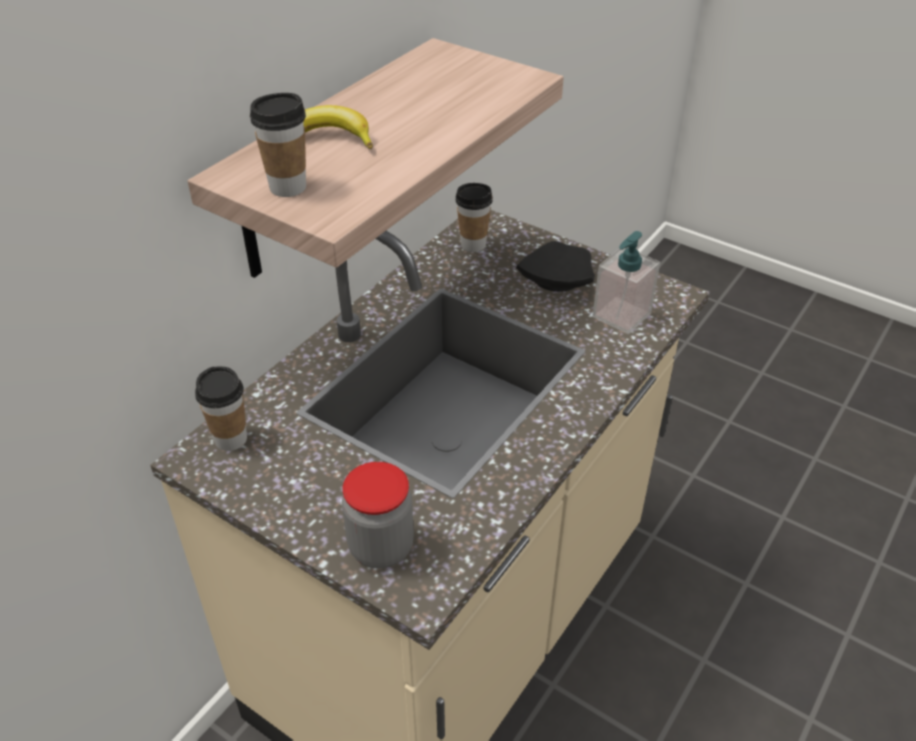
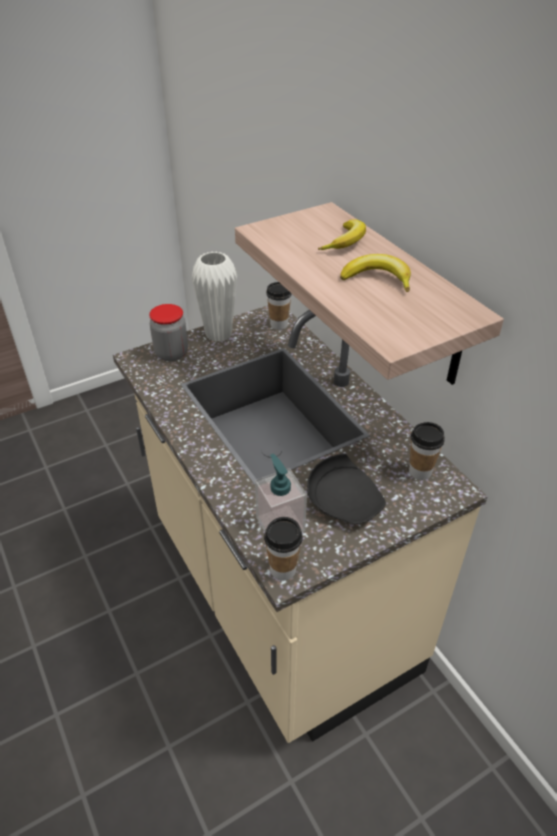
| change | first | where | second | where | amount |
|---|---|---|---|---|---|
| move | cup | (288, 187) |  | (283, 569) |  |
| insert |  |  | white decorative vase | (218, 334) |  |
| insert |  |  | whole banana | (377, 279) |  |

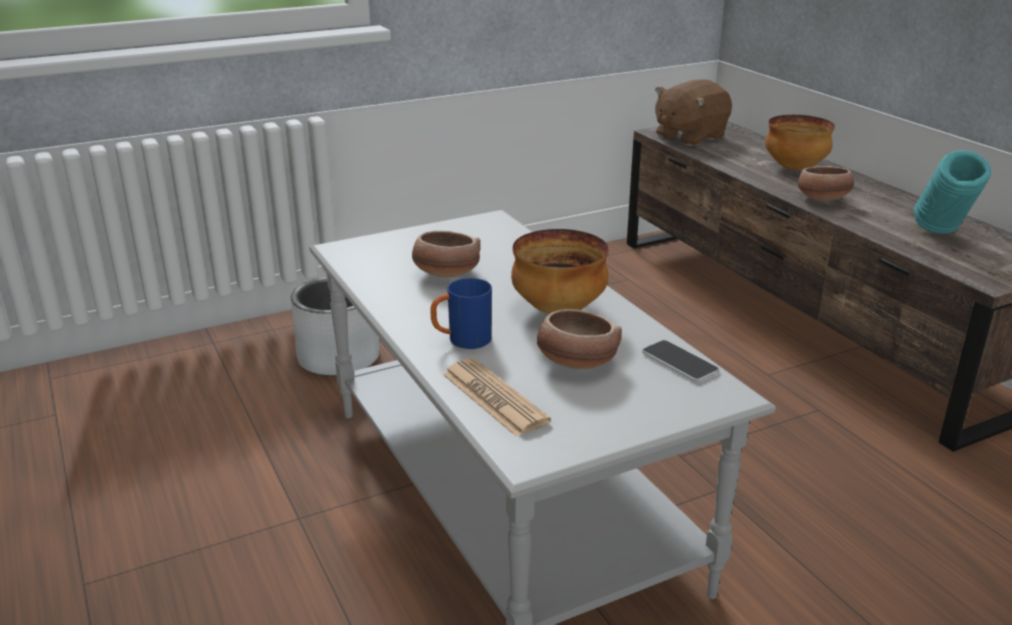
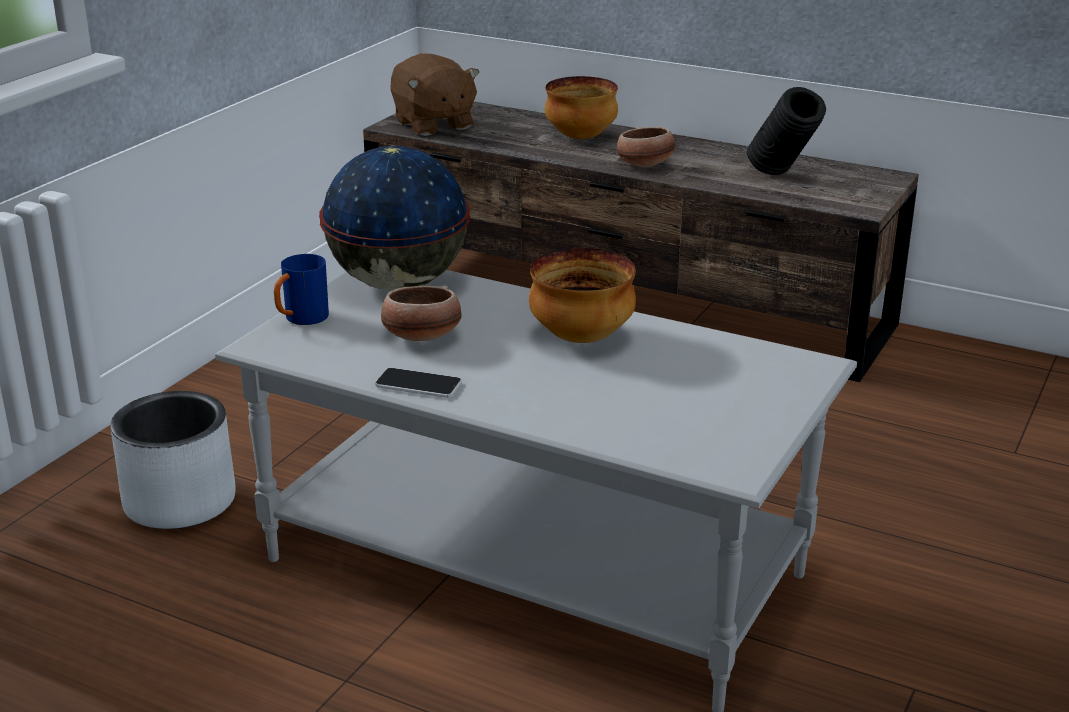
| change | first | where | second | where | amount |
|---|---|---|---|---|---|
| move | bluish tea mug | (461, 341) |  | (301, 320) |  |
| delete | printed paper | (494, 398) |  |  |  |
| delete | deep dish | (575, 363) |  |  |  |
| move | phone | (679, 362) |  | (418, 385) |  |
| rotate | brownish cuddly toy | (689, 137) |  | (433, 124) | 45 degrees counterclockwise |
| recolor | blue-green decorative vase | (940, 236) | black decorative vase | (781, 177) |  |
| insert |  |  | globe | (398, 283) |  |

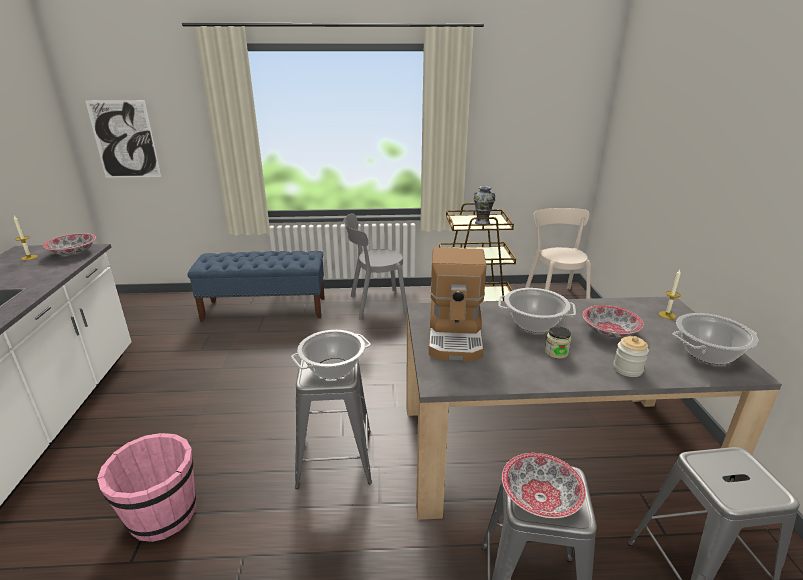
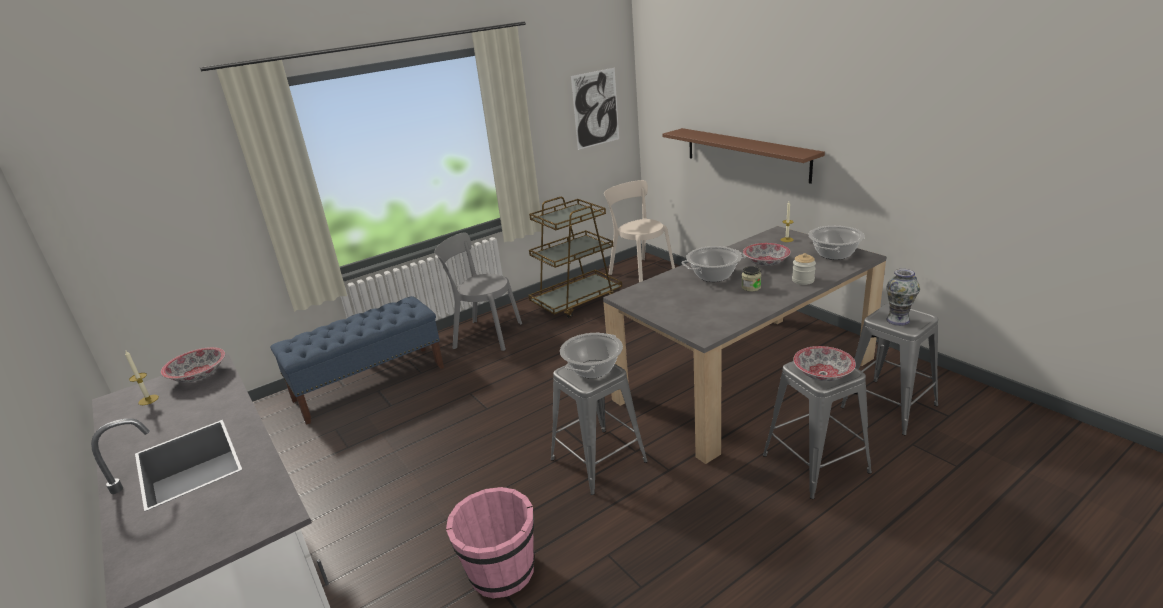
| change | first | where | second | where | amount |
|---|---|---|---|---|---|
| move | wall art | (124, 140) |  | (596, 108) |  |
| rotate | grey upright chair | (374, 304) |  | (484, 335) | 60 degrees clockwise |
| delete | coffee brewer | (456, 335) |  |  |  |
| move | decorative vase | (482, 223) |  | (897, 320) |  |
| insert |  |  | brownish shelf | (746, 154) |  |

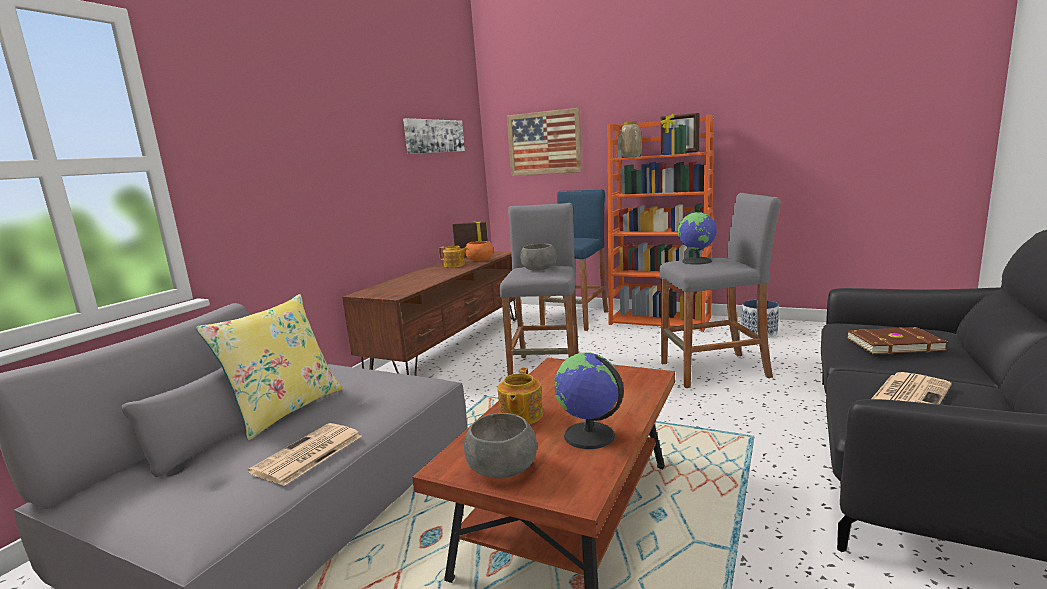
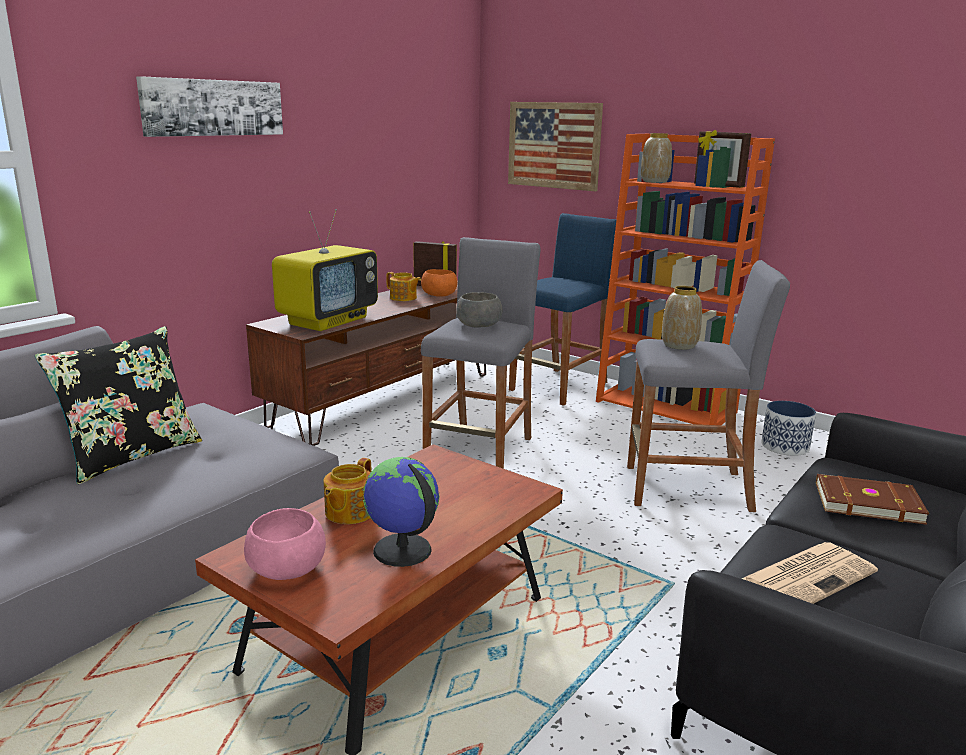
| change | first | where | second | where | amount |
|---|---|---|---|---|---|
| recolor | yellow-coloured throw pillow | (285, 410) | black throw pillow | (132, 455) |  |
| delete | printed paper | (307, 455) |  |  |  |
| move | wall art | (434, 136) |  | (213, 107) |  |
| recolor | grey deep dish | (501, 468) | pink deep dish | (286, 568) |  |
| replace | globe | (697, 261) | decorative vase | (679, 345) |  |
| insert |  |  | television | (328, 320) |  |

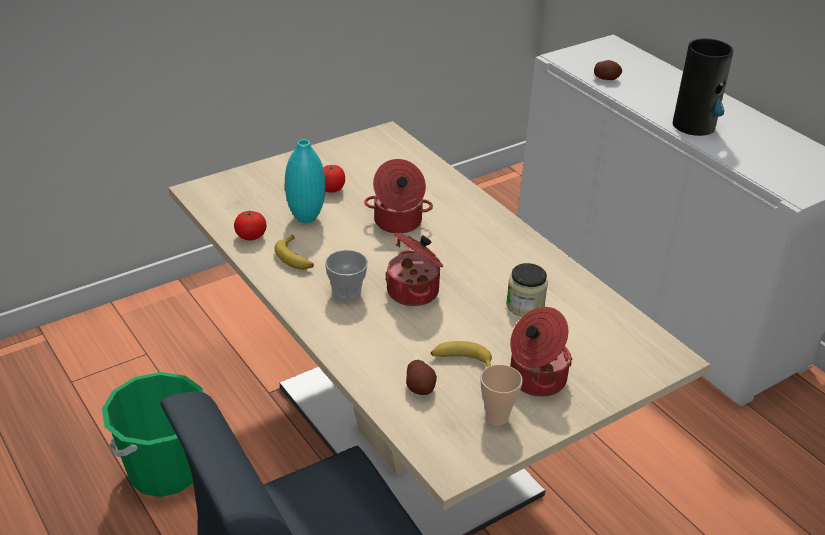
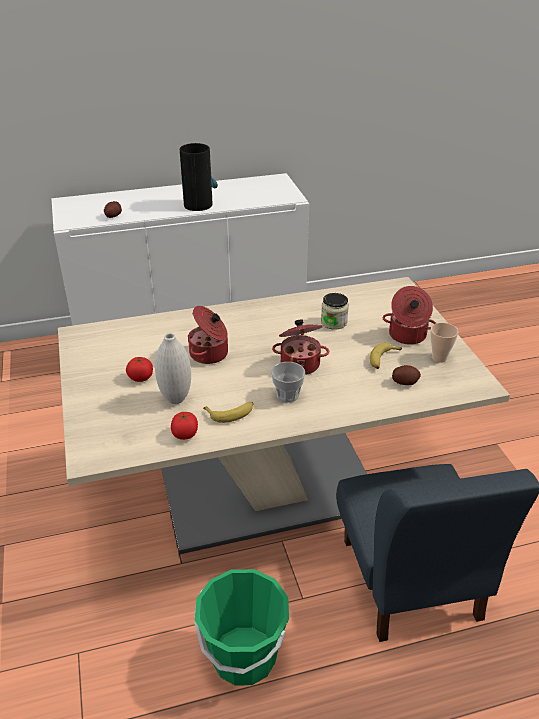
| change | first | where | second | where | amount |
|---|---|---|---|---|---|
| recolor | blue-green decorative vase | (306, 218) | white decorative vase | (176, 399) |  |

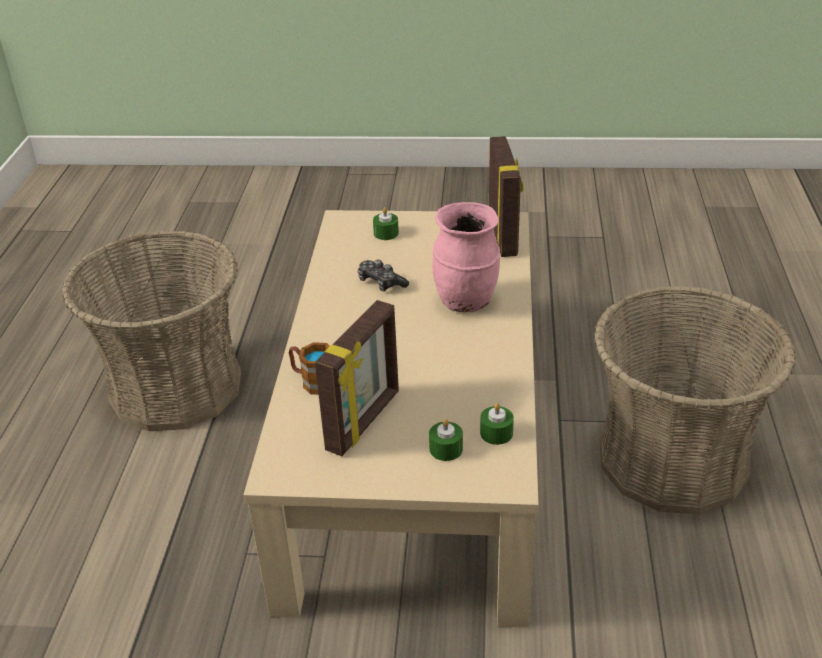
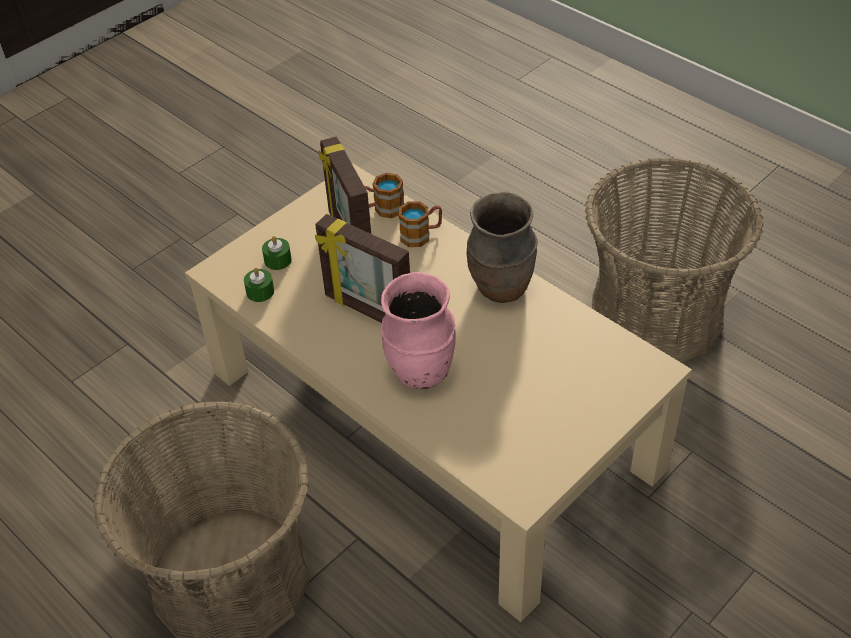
| change | first | where | second | where | amount |
|---|---|---|---|---|---|
| delete | game controller | (381, 283) |  |  |  |
| delete | greenish wax candle | (386, 233) |  |  |  |
| move | picture frame | (504, 235) |  | (367, 311) |  |
| insert |  |  | tea mug | (383, 209) |  |
| insert |  |  | brownish decorative vase | (501, 288) |  |

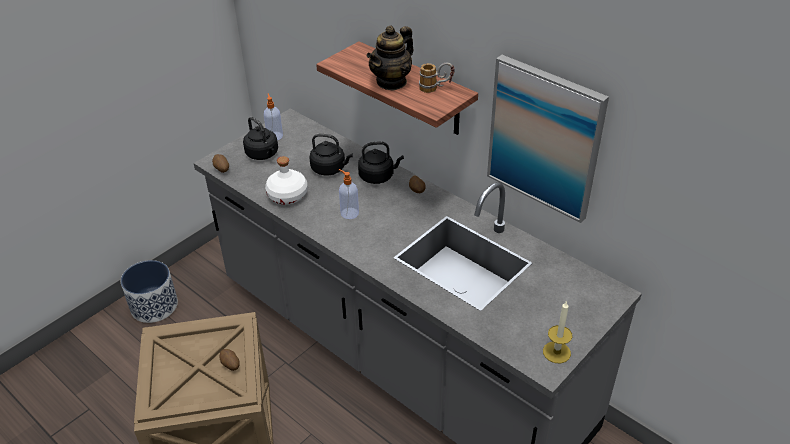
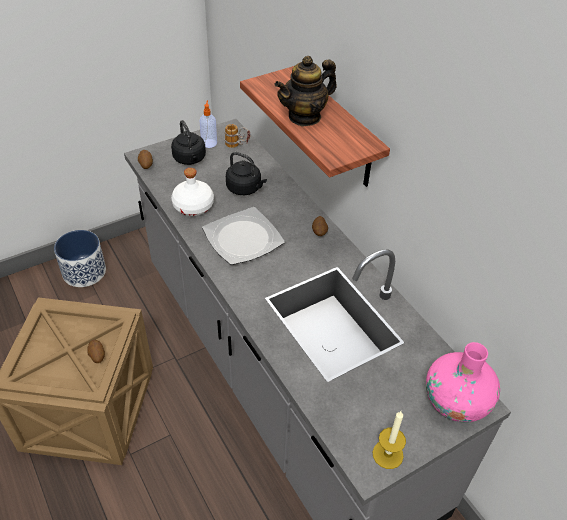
| change | first | where | second | where | amount |
|---|---|---|---|---|---|
| replace | liquid soap bottle | (349, 213) | dinner plate | (243, 239) |  |
| delete | black water kettle | (378, 176) |  |  |  |
| move | tea mug | (436, 89) |  | (238, 145) |  |
| delete | wall art | (544, 138) |  |  |  |
| insert |  |  | pink decorative vase | (455, 402) |  |

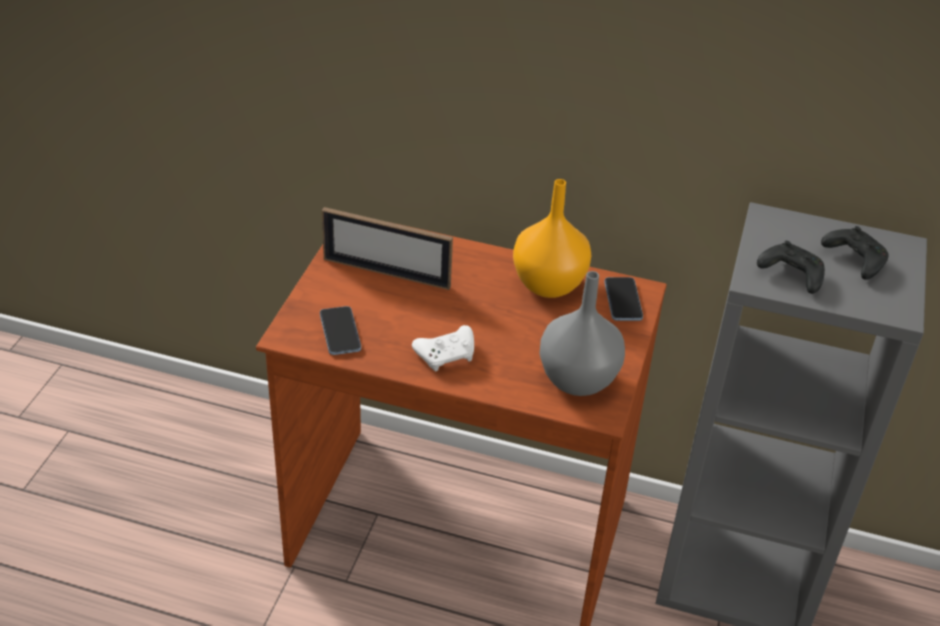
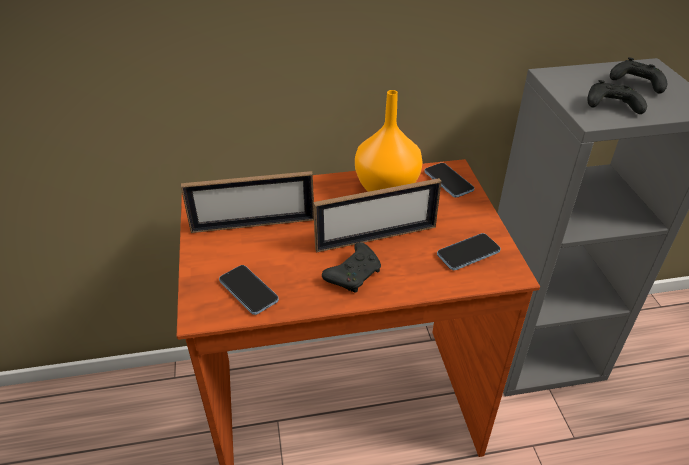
| change | first | where | second | where | amount |
|---|---|---|---|---|---|
| recolor | white game controller | (447, 355) | black game controller | (354, 274) |  |
| replace | grey decorative vase | (576, 379) | phone | (468, 253) |  |
| insert |  |  | picture frame | (376, 238) |  |

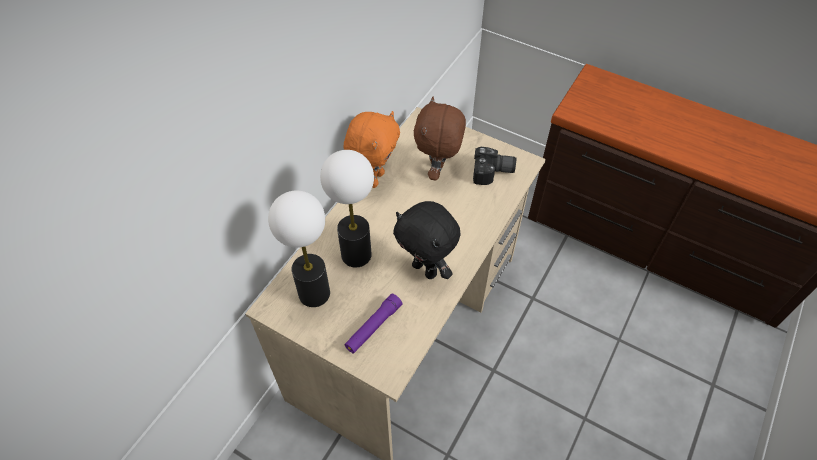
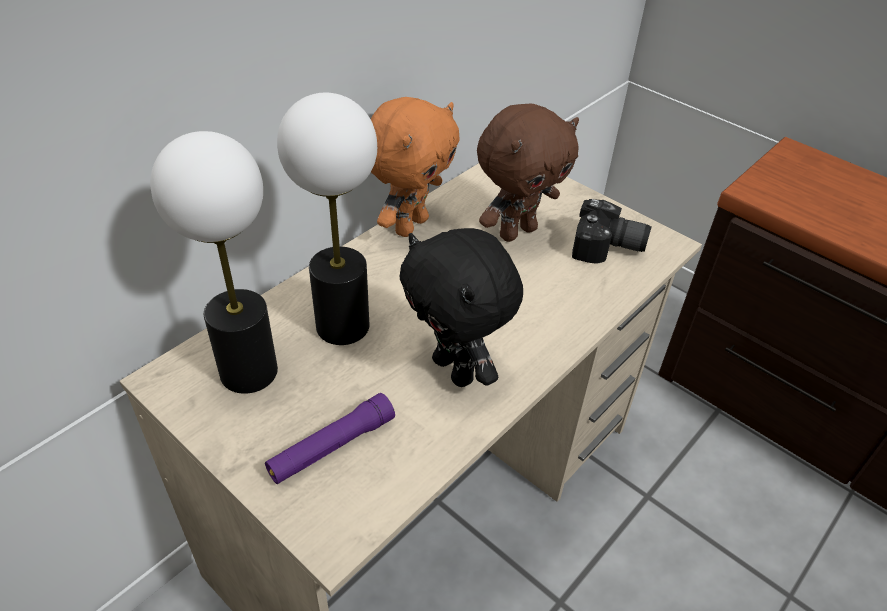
| change | first | where | second | where | amount |
|---|---|---|---|---|---|
| rotate | brownish cuddly toy | (438, 171) |  | (516, 231) | 150 degrees counterclockwise |

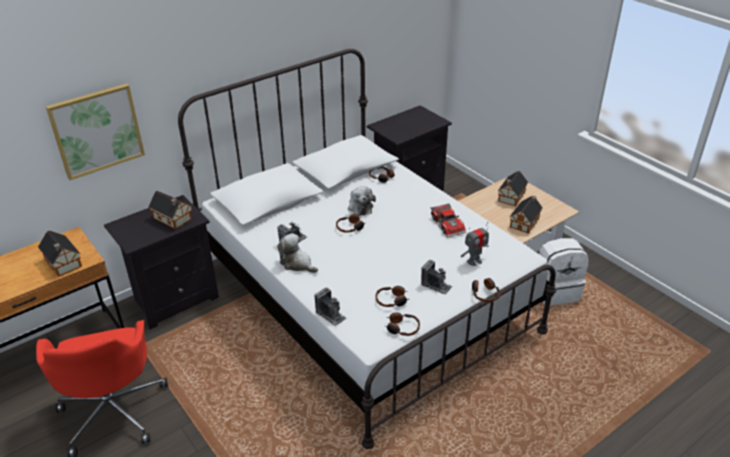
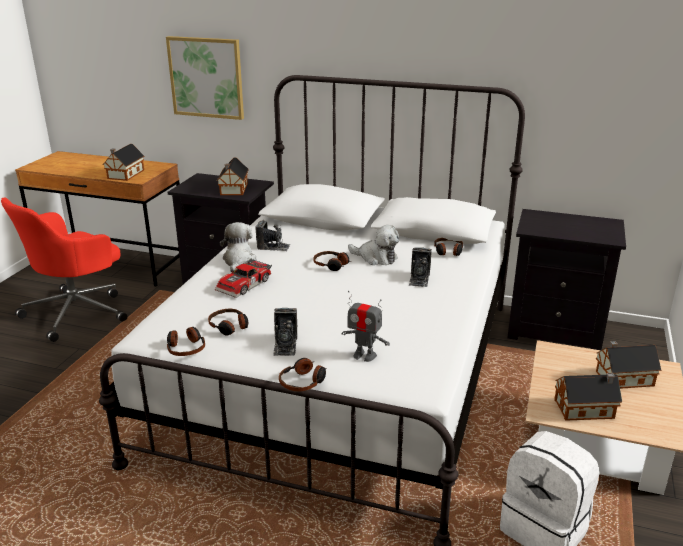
| change | first | where | second | where | amount |
|---|---|---|---|---|---|
| move | still camera | (330, 315) |  | (419, 279) |  |
| rotate | cuddly toy | (360, 206) |  | (376, 258) | 105 degrees counterclockwise |
| move | toy car | (448, 224) |  | (245, 285) |  |

